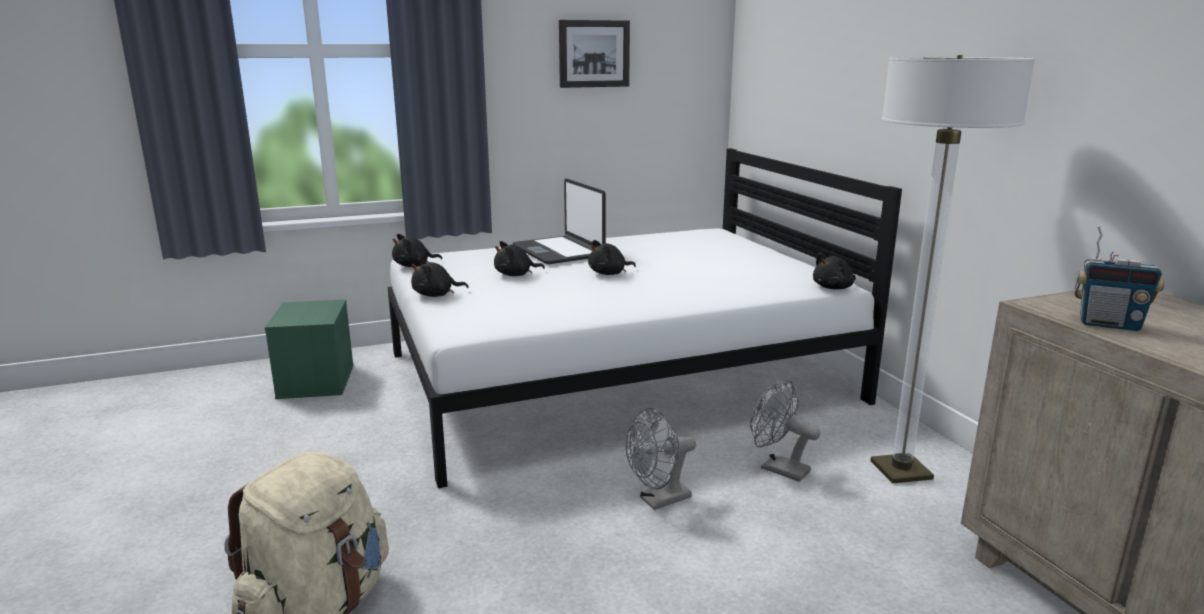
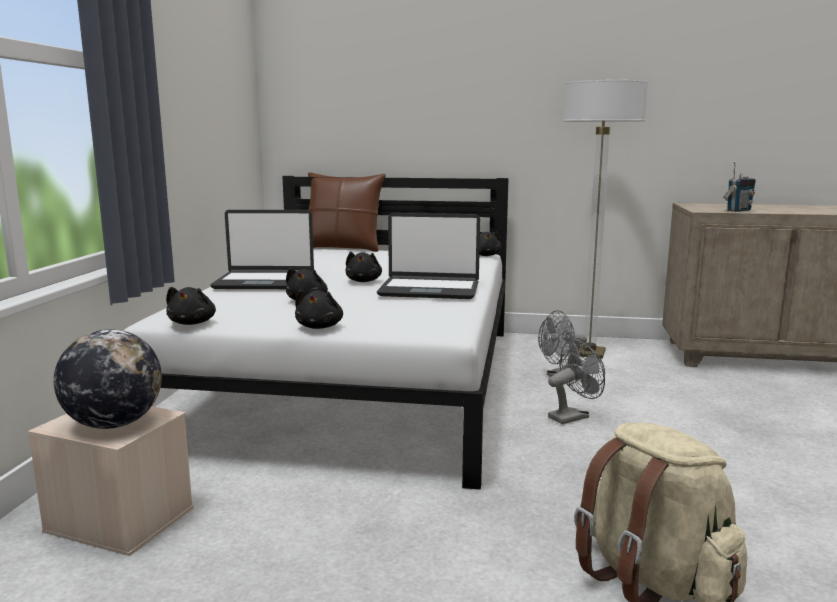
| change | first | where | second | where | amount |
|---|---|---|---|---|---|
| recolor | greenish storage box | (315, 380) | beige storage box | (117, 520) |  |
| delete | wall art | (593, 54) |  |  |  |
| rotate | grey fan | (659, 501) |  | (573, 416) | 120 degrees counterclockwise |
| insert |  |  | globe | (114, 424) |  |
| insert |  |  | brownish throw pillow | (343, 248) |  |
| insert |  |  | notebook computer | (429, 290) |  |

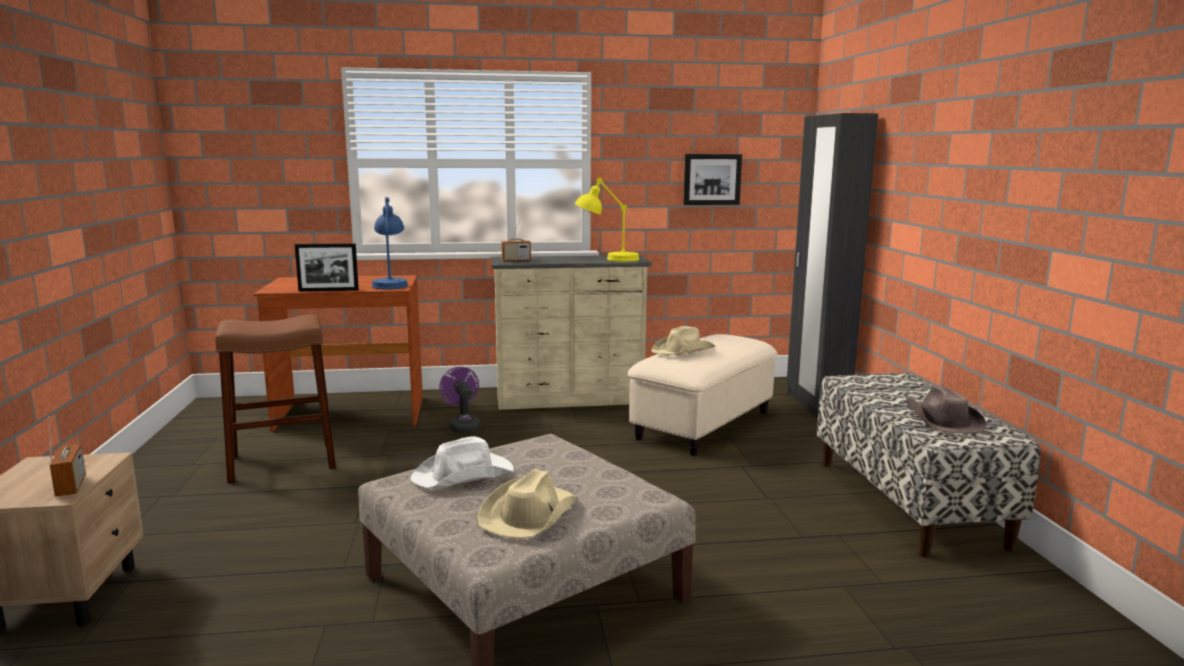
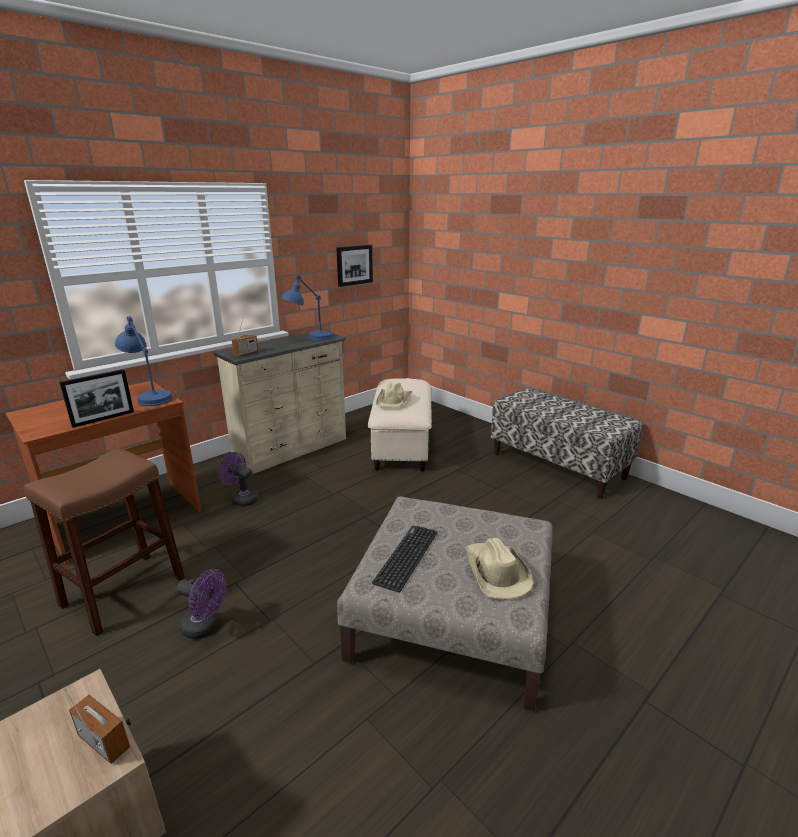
| change | first | where | second | where | amount |
|---|---|---|---|---|---|
| replace | white clothing hat | (464, 475) | computer keyboard | (406, 557) |  |
| recolor | yellow-coloured table lamp | (607, 259) | bluish table lamp | (310, 339) |  |
| delete | black clothes cupboard | (816, 406) |  |  |  |
| delete | brownish clothing hat | (942, 420) |  |  |  |
| insert |  |  | purple fan | (206, 627) |  |

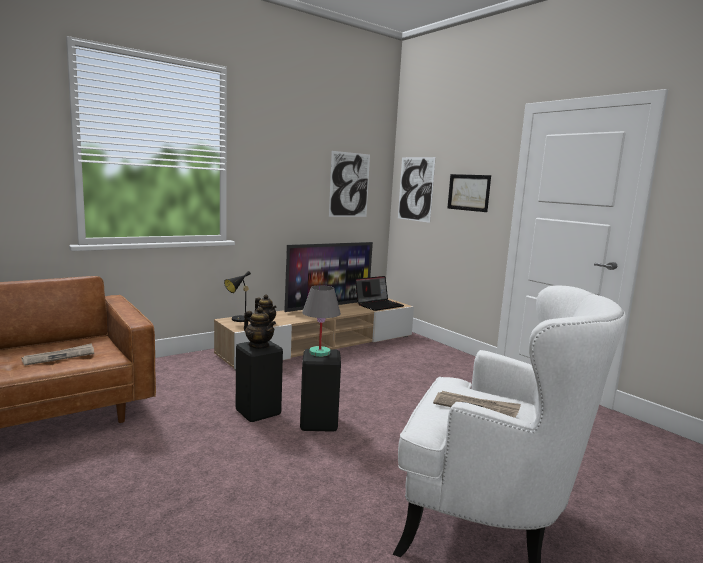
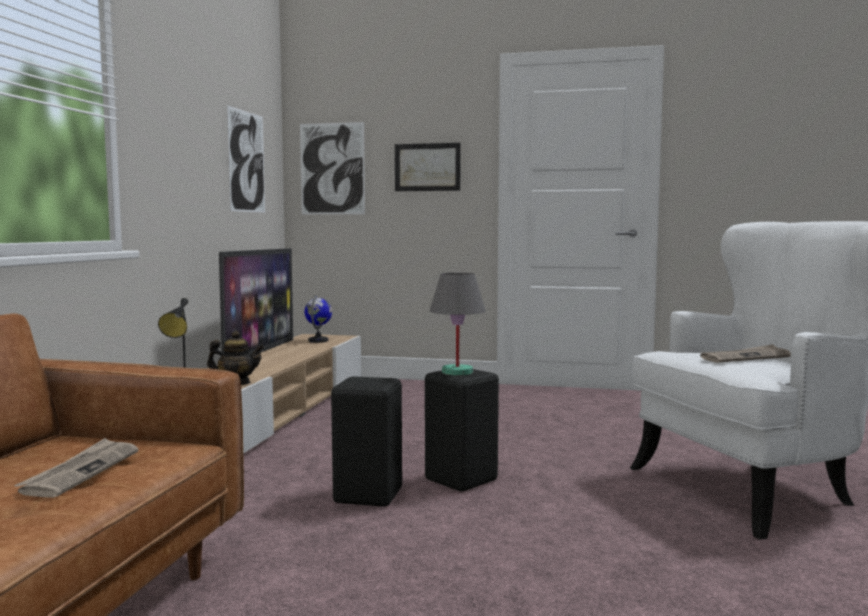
| change | first | where | second | where | amount |
|---|---|---|---|---|---|
| delete | tea pot | (259, 346) |  |  |  |
| replace | notebook computer | (379, 305) | globe | (318, 341) |  |

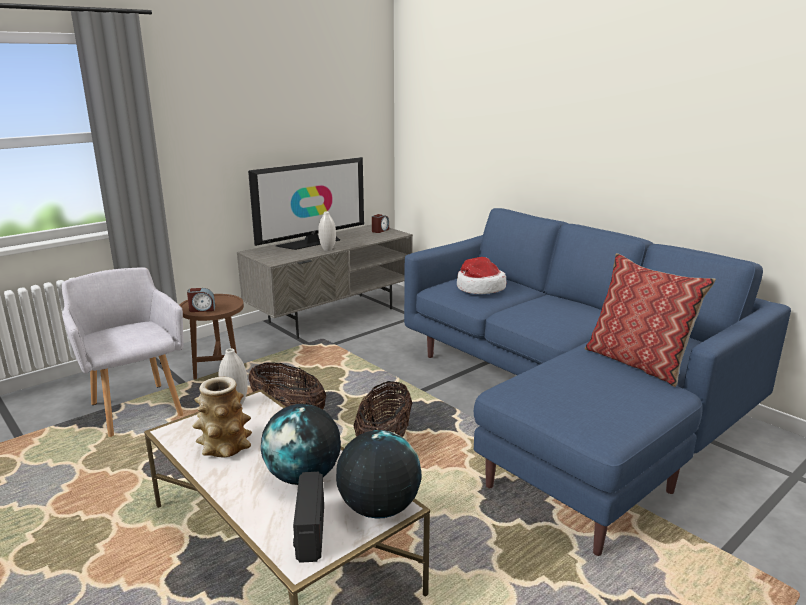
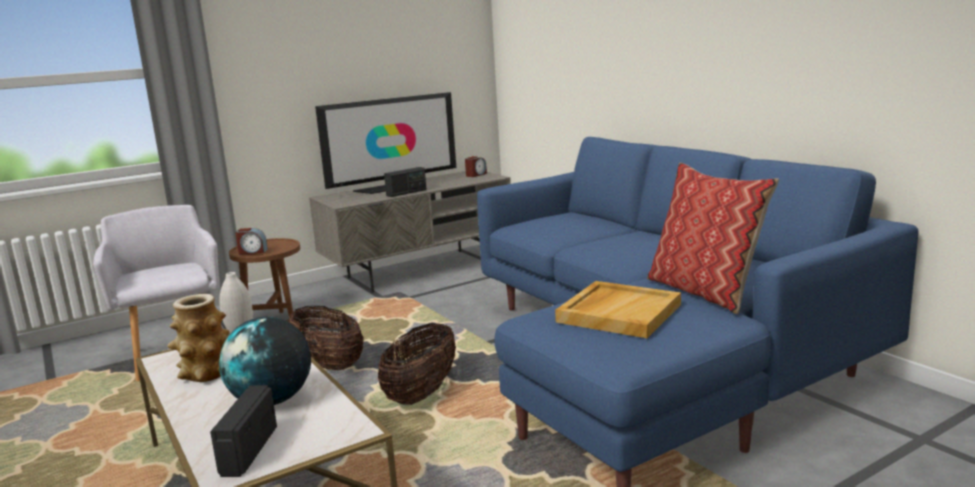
| change | first | where | second | where | amount |
|---|---|---|---|---|---|
| replace | white decorative vase | (327, 249) | radio receiver | (406, 192) |  |
| delete | globe | (378, 508) |  |  |  |
| delete | clothing hat | (479, 288) |  |  |  |
| insert |  |  | beige tray | (618, 313) |  |

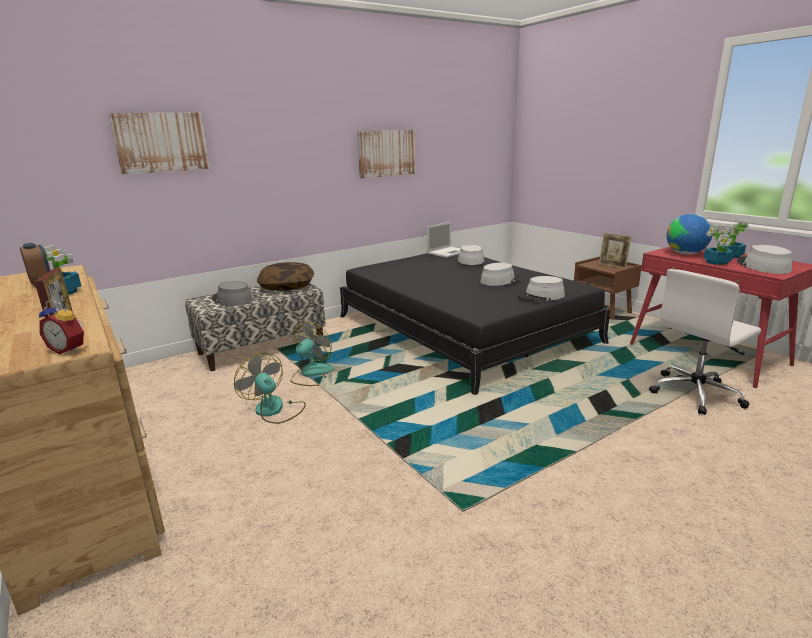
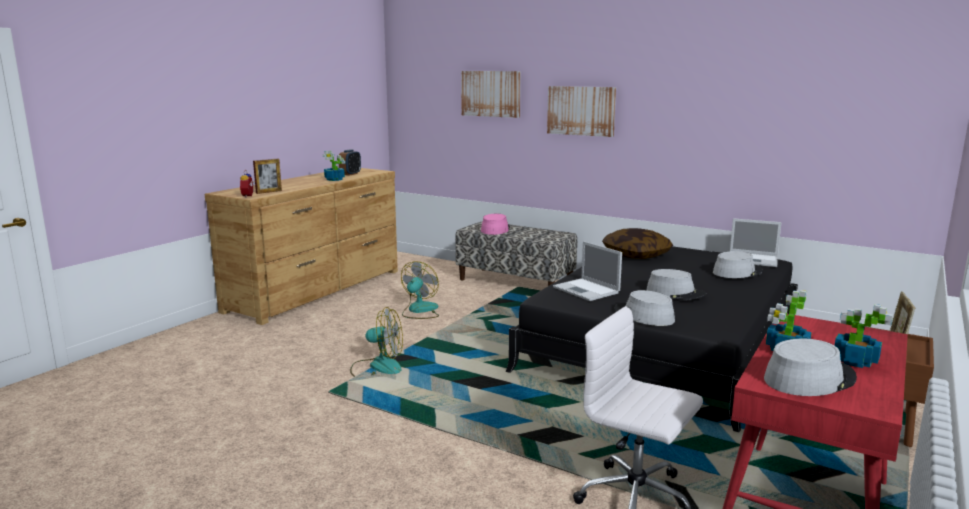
| change | first | where | second | where | amount |
|---|---|---|---|---|---|
| recolor | grey clothing hat | (232, 299) | pink clothing hat | (495, 229) |  |
| move | throw pillow | (287, 286) |  | (636, 254) |  |
| move | fan | (311, 374) |  | (377, 367) |  |
| move | wall art | (386, 153) |  | (581, 111) |  |
| delete | globe | (685, 254) |  |  |  |
| insert |  |  | notebook computer | (587, 290) |  |

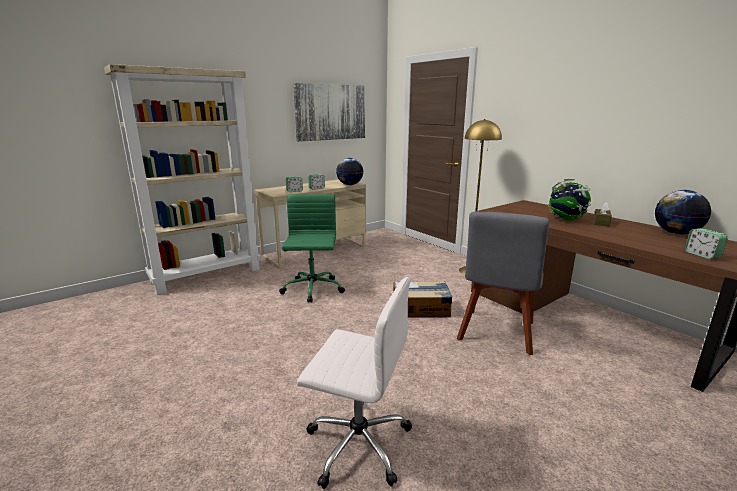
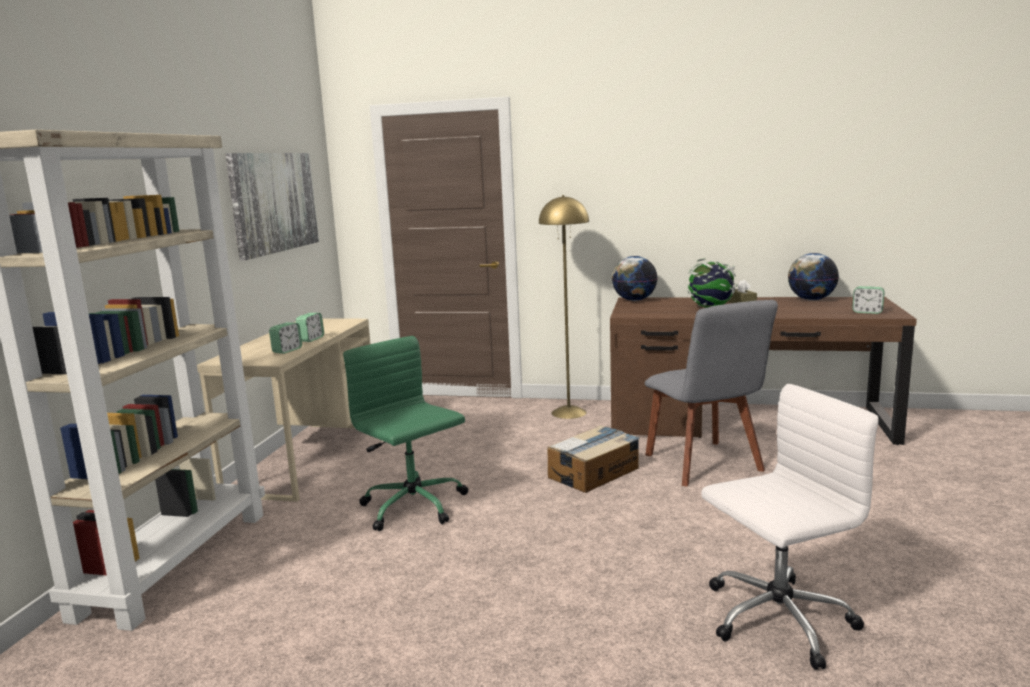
| change | first | where | second | where | amount |
|---|---|---|---|---|---|
| move | globe | (350, 185) |  | (634, 300) |  |

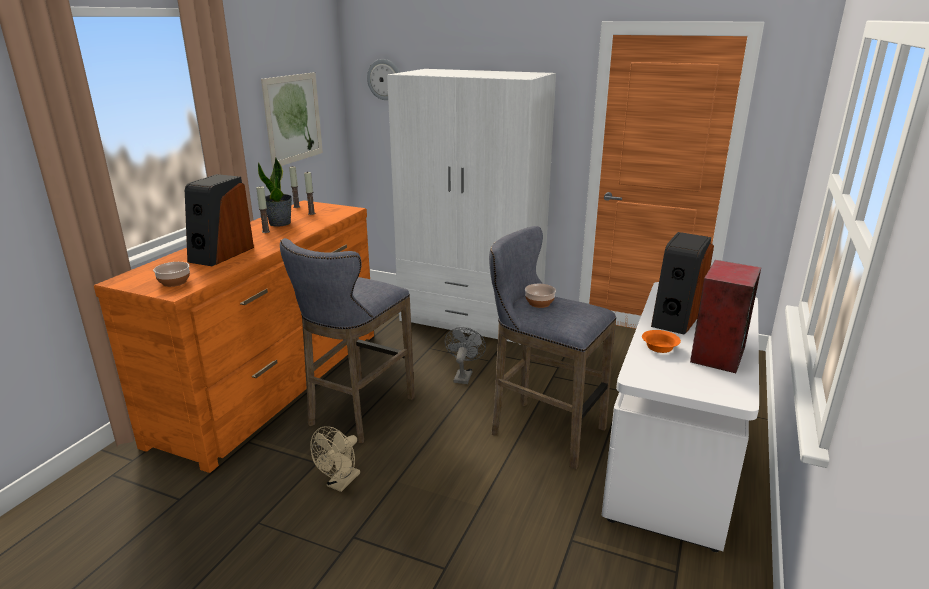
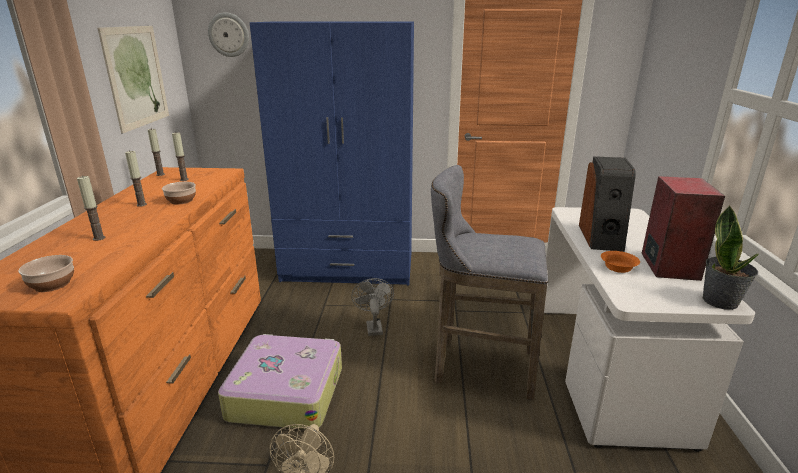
| change | first | where | second | where | amount |
|---|---|---|---|---|---|
| replace | loudspeaker | (221, 254) | wax candle | (99, 238) |  |
| move | plant in a pot | (280, 223) |  | (720, 301) |  |
| replace | grey stool seat | (358, 413) | piece of luggage | (286, 392) |  |
| recolor | white clothes cupboard | (471, 318) | bluish clothes cupboard | (349, 267) |  |
| move | deep dish | (539, 303) |  | (181, 200) |  |

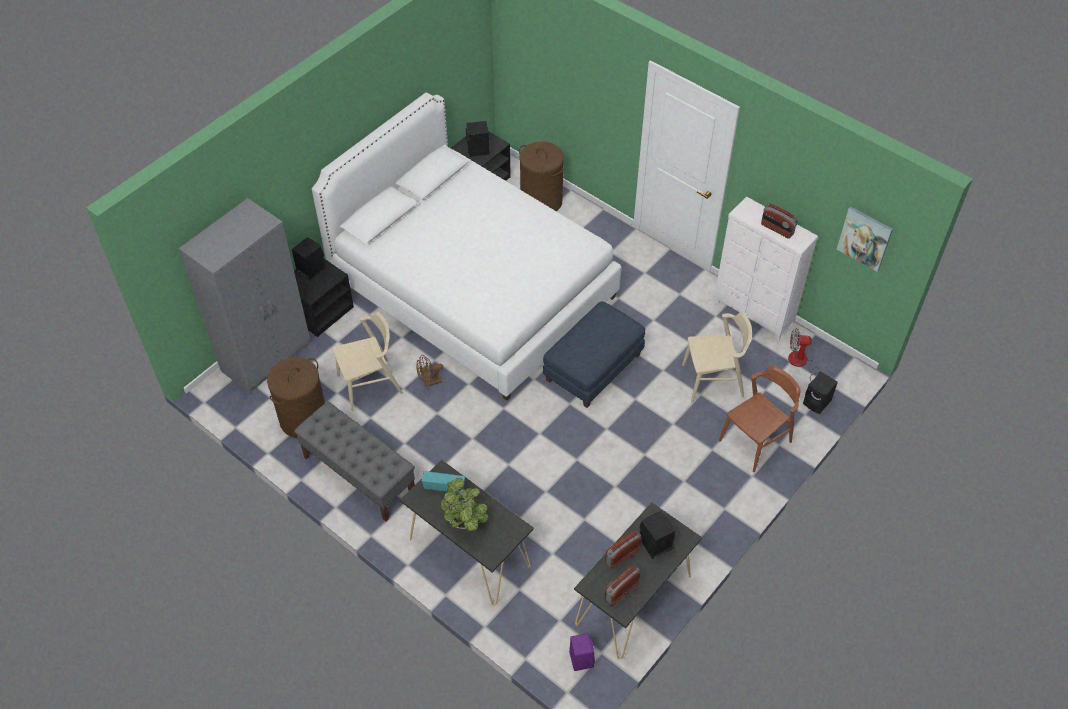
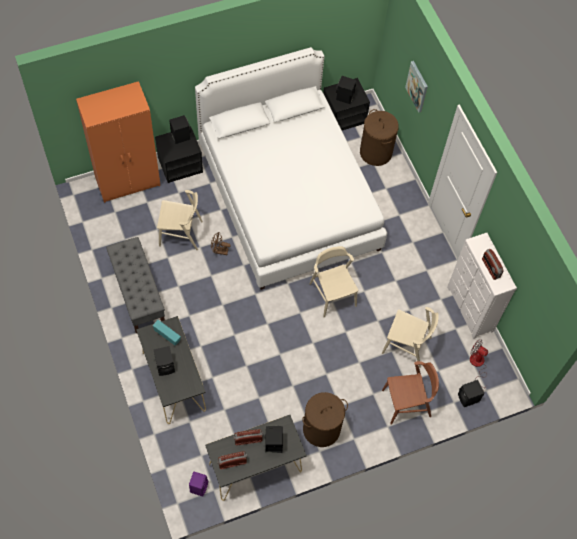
| change | first | where | second | where | amount |
|---|---|---|---|---|---|
| recolor | grey clothes cupboard | (267, 357) | orange-coloured clothes cupboard | (128, 182) |  |
| move | brownish washing basket | (304, 419) |  | (321, 429) |  |
| replace | plant in a pot | (465, 522) | black loudspeaker | (166, 366) |  |
| replace | bluish pouffe | (593, 367) | beige upright chair | (332, 294) |  |
| move | wall art | (865, 238) |  | (417, 86) |  |

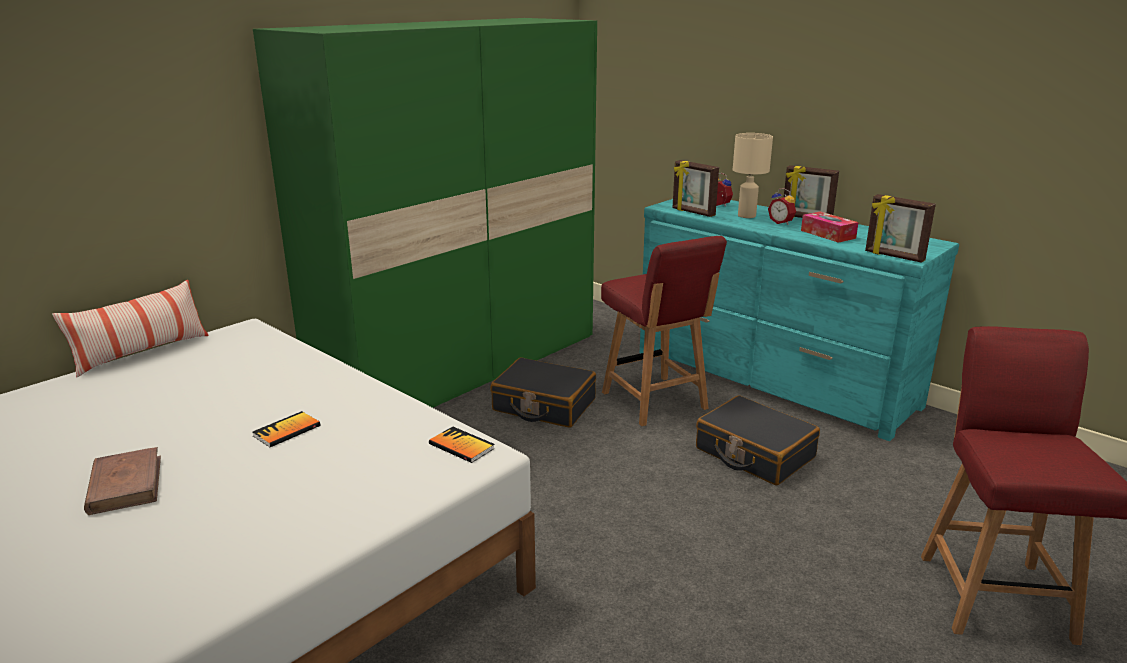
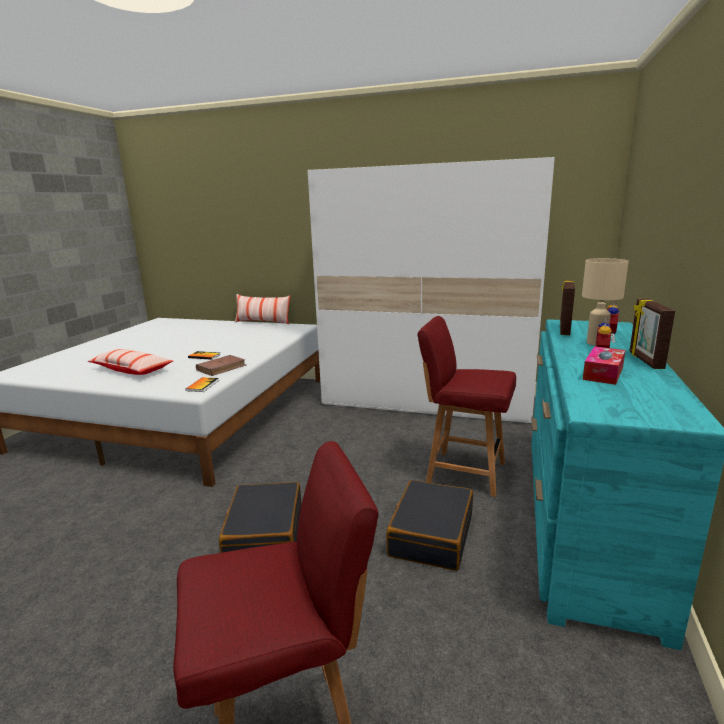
| change | first | where | second | where | amount |
|---|---|---|---|---|---|
| move | brownish bound book | (125, 485) |  | (221, 368) |  |
| recolor | greenish clothes cupboard | (462, 367) | white clothes cupboard | (426, 401) |  |
| move | black piece of luggage | (544, 405) |  | (264, 534) |  |
| rotate | red upright chair | (655, 402) |  | (464, 472) | 75 degrees clockwise |
| delete | picture frame | (894, 256) |  |  |  |
| insert |  |  | throw pillow | (132, 370) |  |

